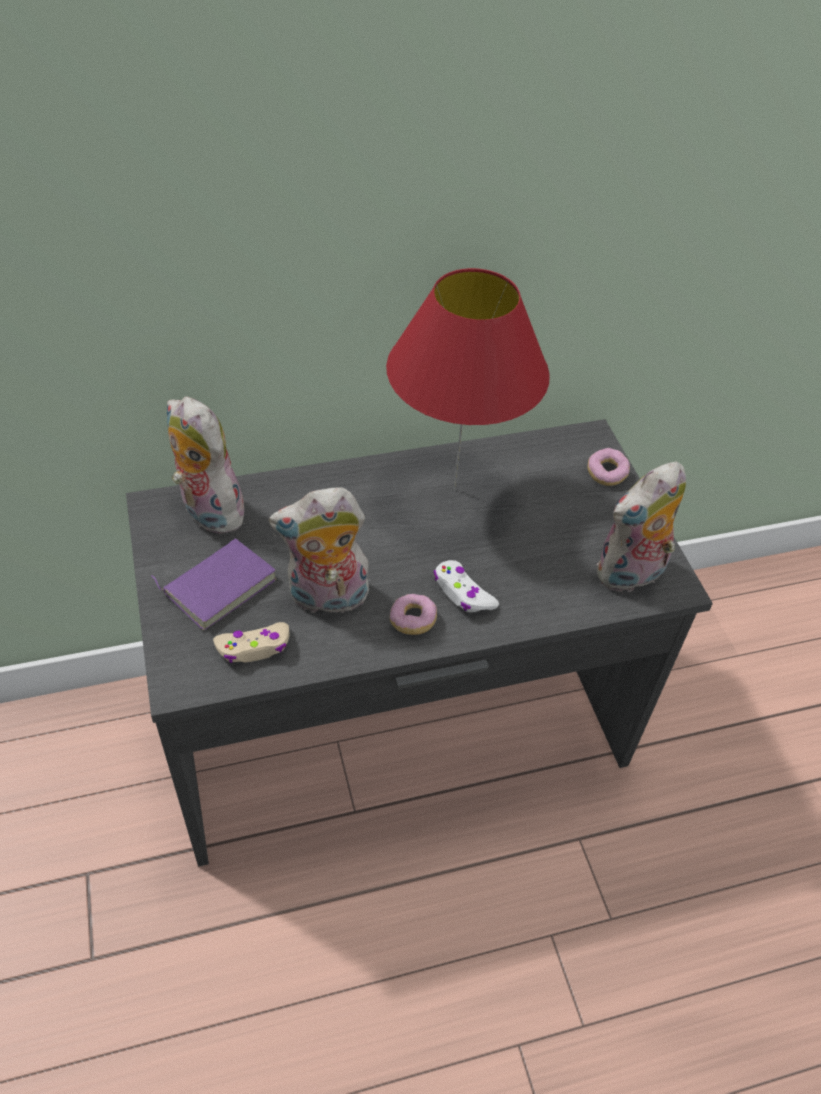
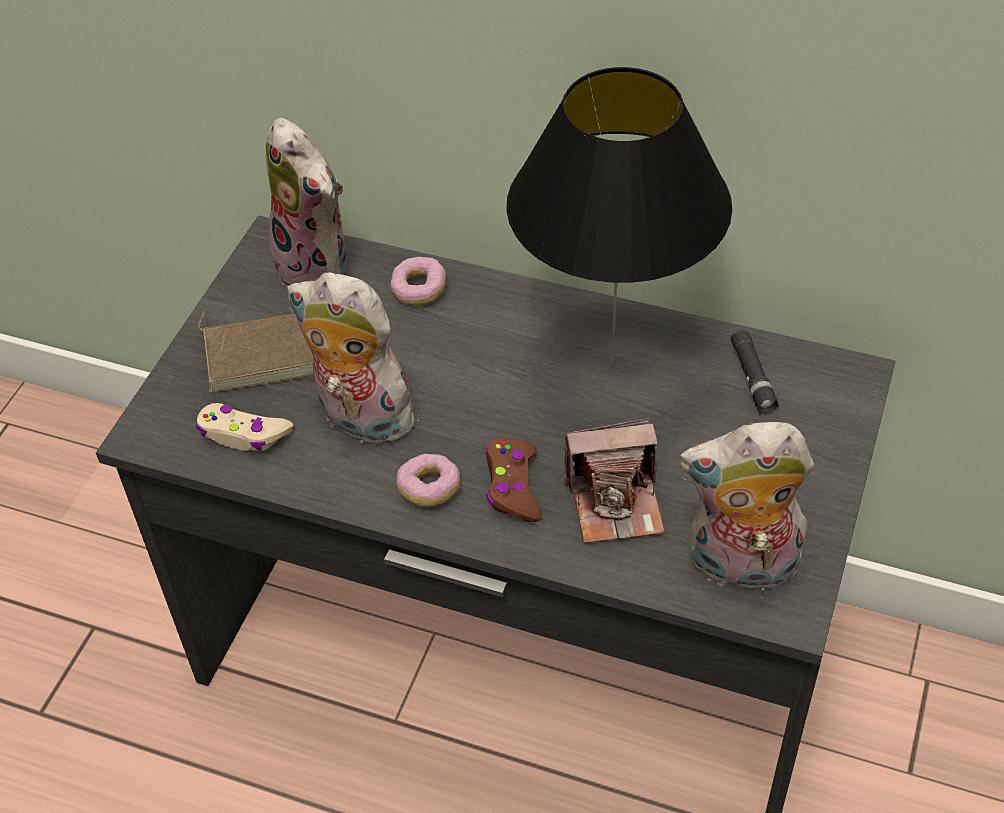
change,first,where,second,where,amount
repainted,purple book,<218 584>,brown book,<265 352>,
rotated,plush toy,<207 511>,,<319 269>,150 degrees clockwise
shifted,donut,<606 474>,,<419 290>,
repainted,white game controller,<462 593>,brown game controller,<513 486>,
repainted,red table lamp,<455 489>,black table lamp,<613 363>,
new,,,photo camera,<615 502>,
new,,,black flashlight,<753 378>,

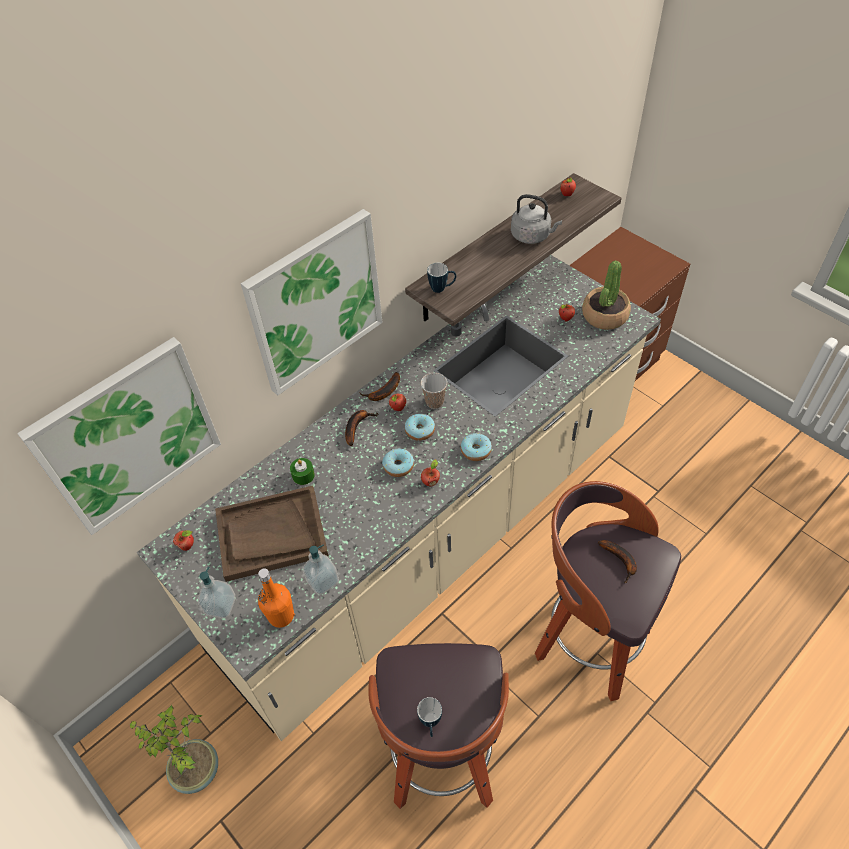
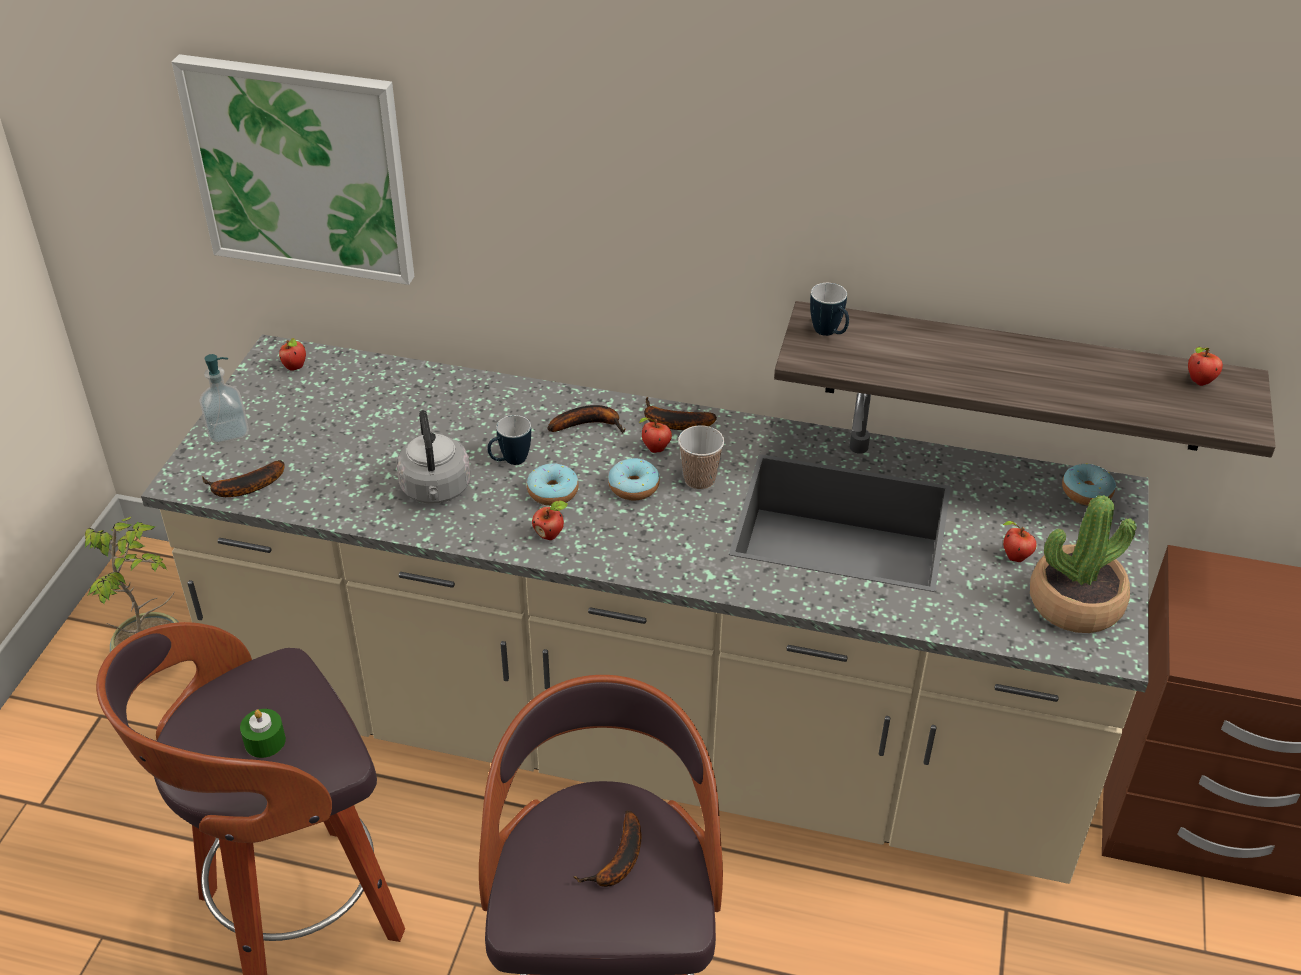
change,first,where,second,where,amount
swapped,orange bottle,<281 616>,banana,<243 488>,
shifted,green candle,<303 475>,,<265 741>,
shifted,grey kettle,<532 236>,,<436 490>,
shifted,mug,<430 724>,,<510 461>,
shifted,donut,<476 450>,,<1086 492>,
gone,brown tray,<271 534>,,,
gone,picture,<315 302>,,,
gone,soap dispenser,<323 581>,,,

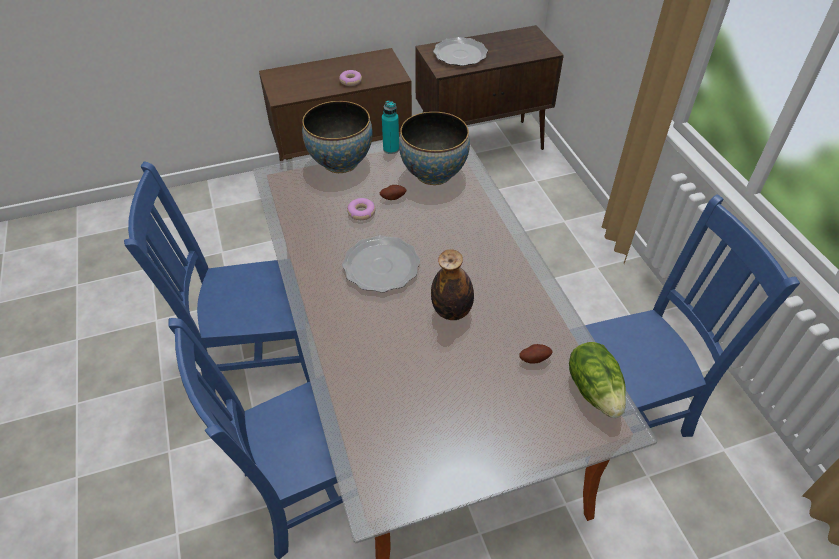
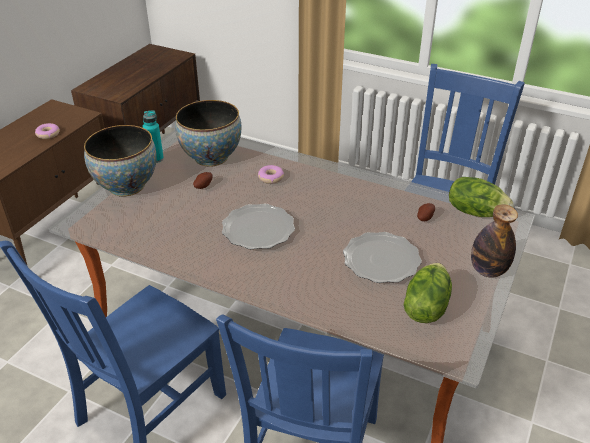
change,first,where,second,where,amount
shifted,donut,<361 212>,,<270 178>,
shifted,plate,<460 54>,,<381 260>,
new,,,lettuce,<425 307>,
shifted,bottle,<451 311>,,<488 270>,

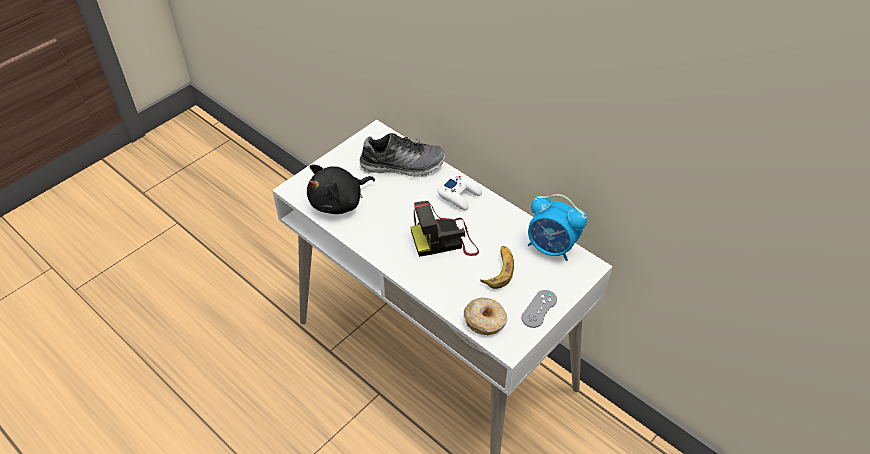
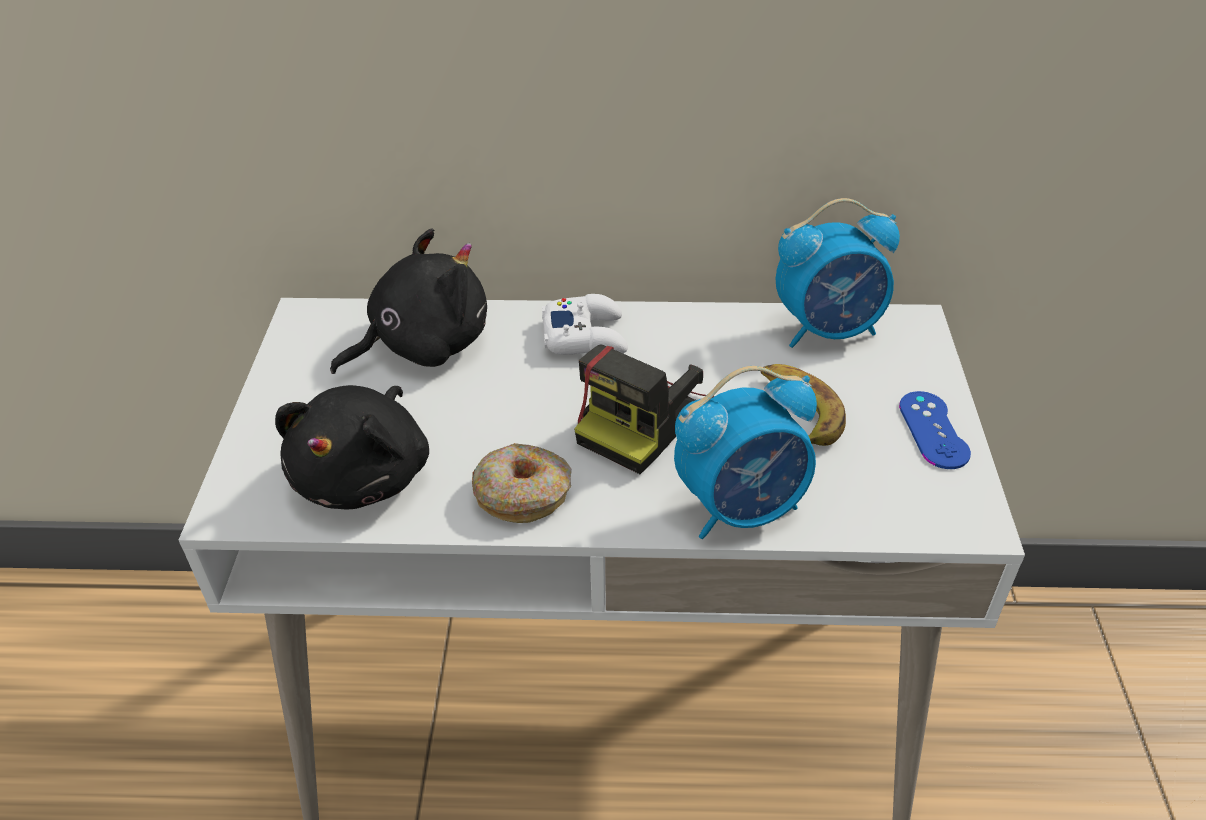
change,first,where,second,where,amount
swapped,shoe,<402 165>,black plush toy,<423 345>,
shifted,donut,<485 320>,,<523 493>,
new,,,alarm clock,<741 508>,
repainted,grey game controller,<539 309>,blue game controller,<933 430>,

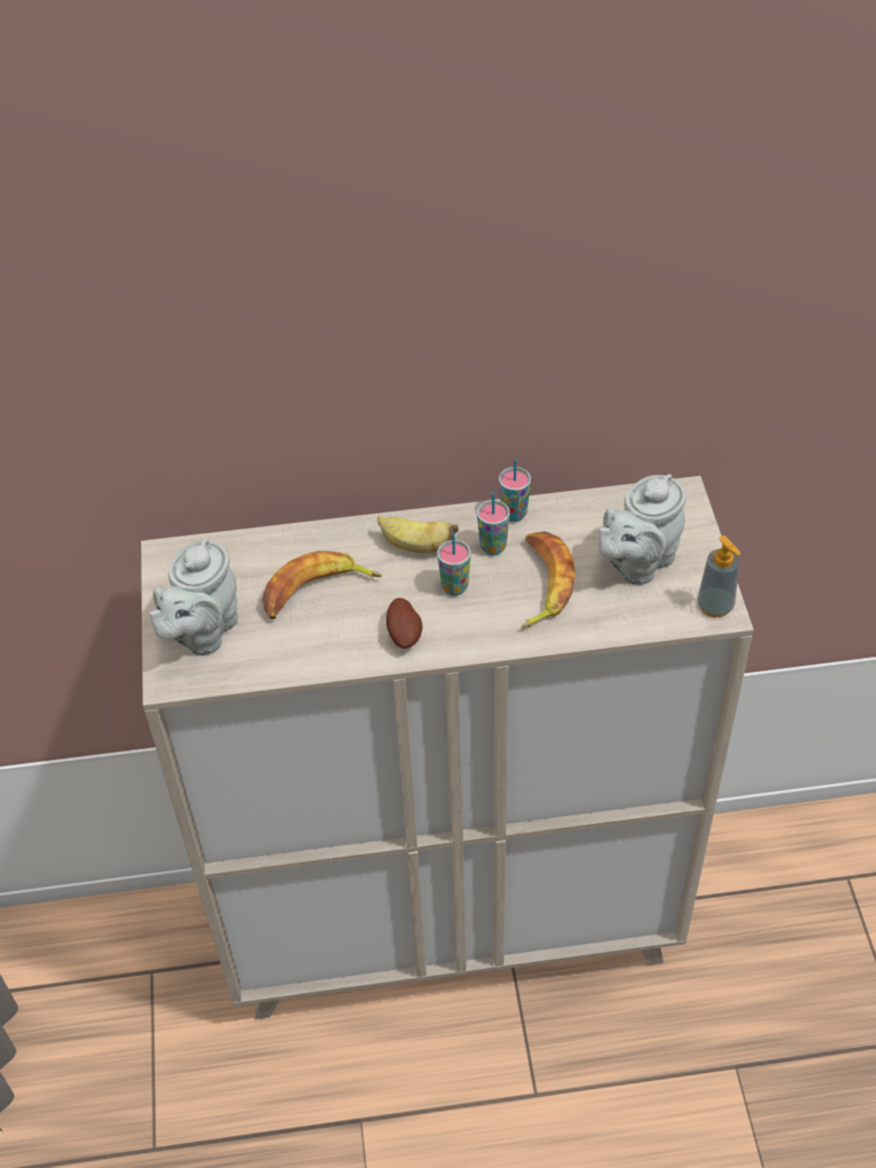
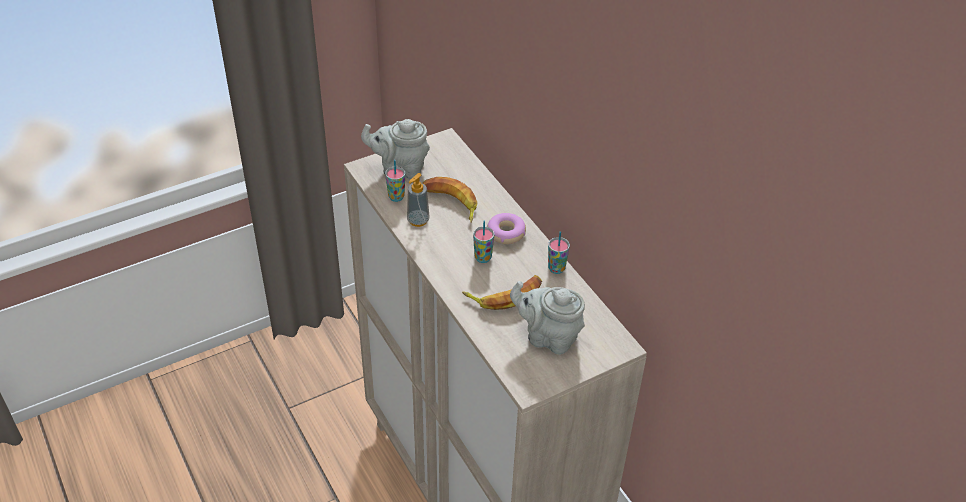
change,first,where,second,where,amount
shifted,cup,<493 547>,,<396 197>,
shifted,soap dispenser,<715 606>,,<418 220>,
swapped,banana,<416 546>,donut,<506 233>,
gone,potato,<405 634>,,,

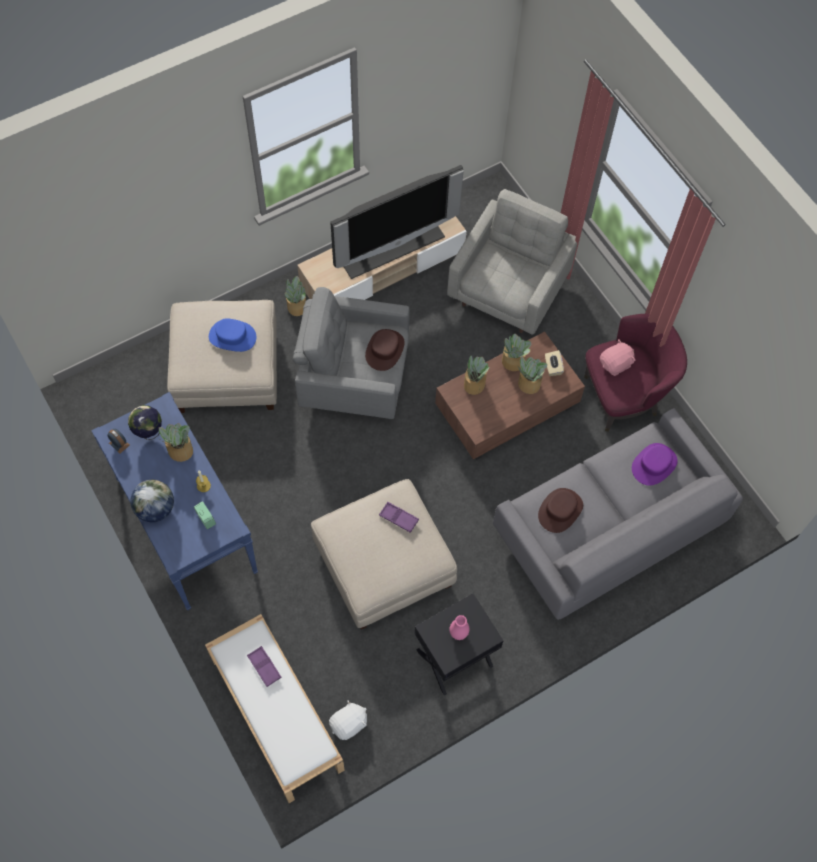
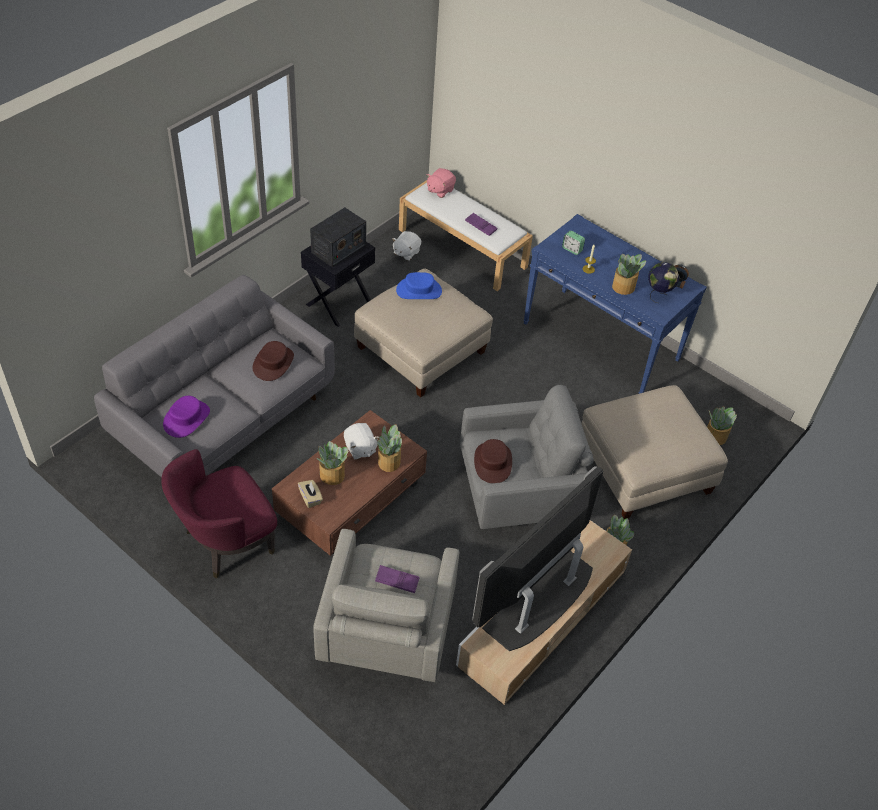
change,first,where,second,where,amount
swapped,pink vase,<458 633>,radio,<338 249>,
new,,,white plush toy,<360 449>,
shifted,purple tray,<398 518>,,<397 581>,
shifted,blue hat,<232 337>,,<419 290>,
shifted,pink plush toy,<615 364>,,<440 190>,
shifted,potted plant,<513 362>,,<714 437>,
gone,globe,<155 509>,,,

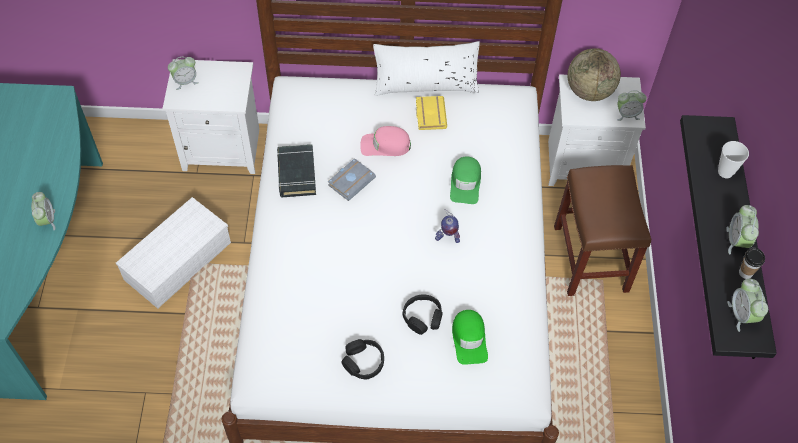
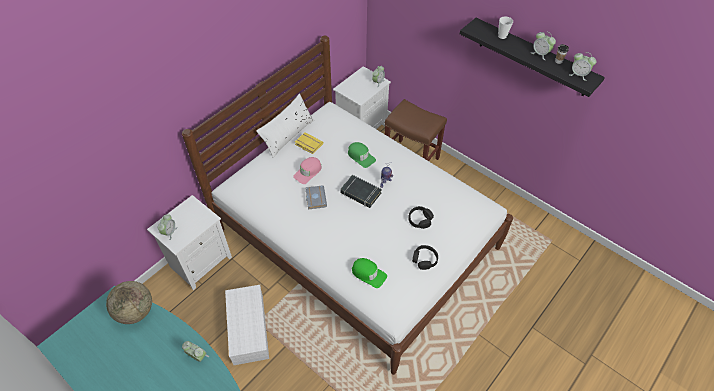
change,first,where,second,where,amount
shifted,globe,<589 91>,,<136 311>,
shifted,black book,<296 173>,,<360 193>,
shifted,green cap,<469 339>,,<368 274>,

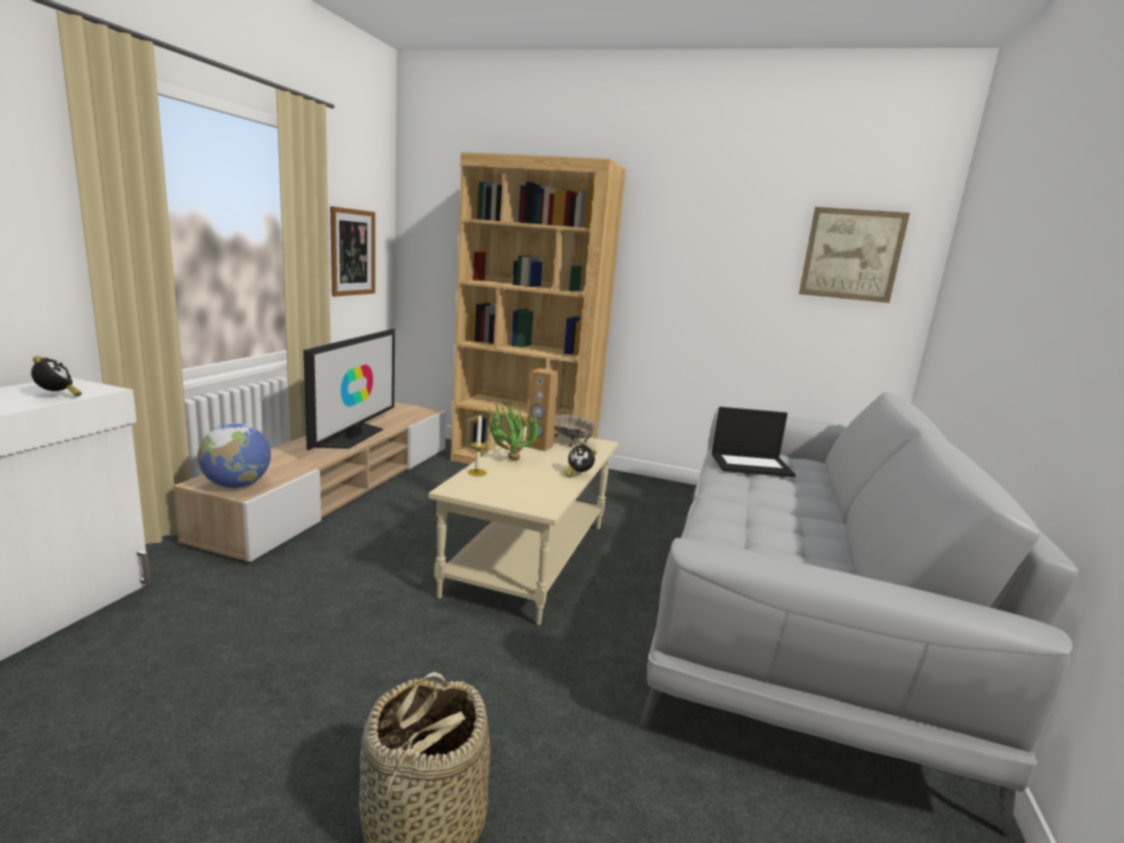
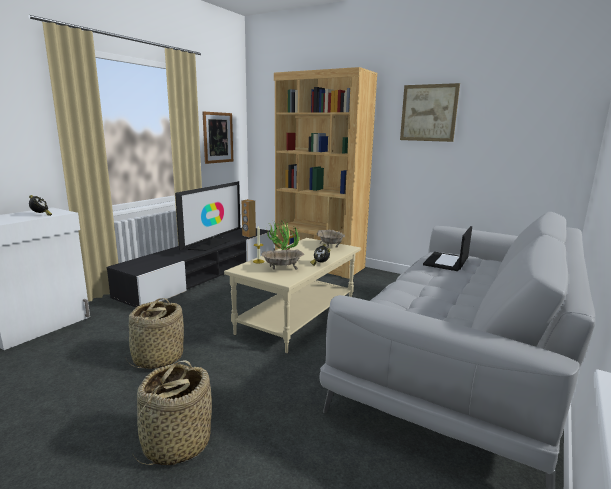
change,first,where,second,where,amount
repainted,beige tv stand,<340 488>,black tv stand,<205 274>,
new,,,basket,<158 358>,
shifted,brown speaker,<539 446>,,<248 235>,
new,,,beige bowl,<282 268>,
shifted,picture,<851 254>,,<428 113>,
rotated,laptop,<752 465>,,<446 262>,105 degrees clockwise
gone,globe,<237 485>,,,

